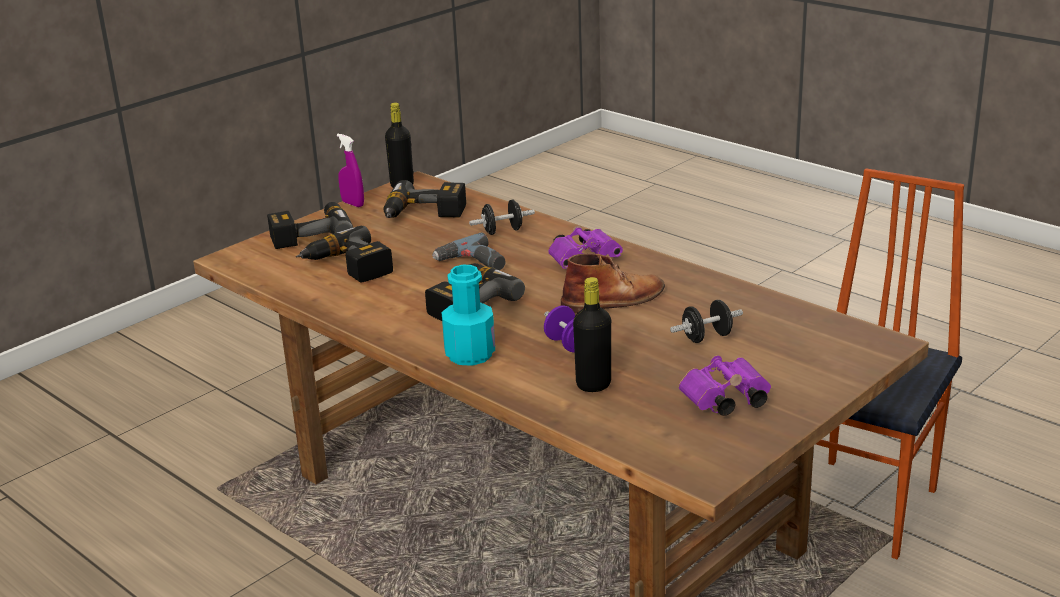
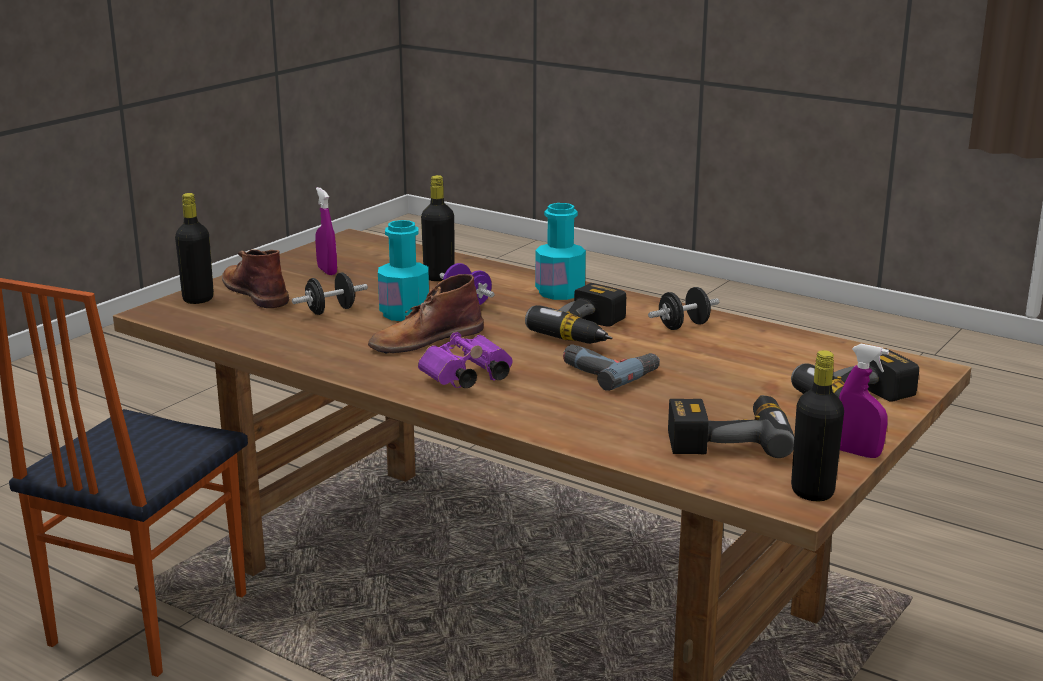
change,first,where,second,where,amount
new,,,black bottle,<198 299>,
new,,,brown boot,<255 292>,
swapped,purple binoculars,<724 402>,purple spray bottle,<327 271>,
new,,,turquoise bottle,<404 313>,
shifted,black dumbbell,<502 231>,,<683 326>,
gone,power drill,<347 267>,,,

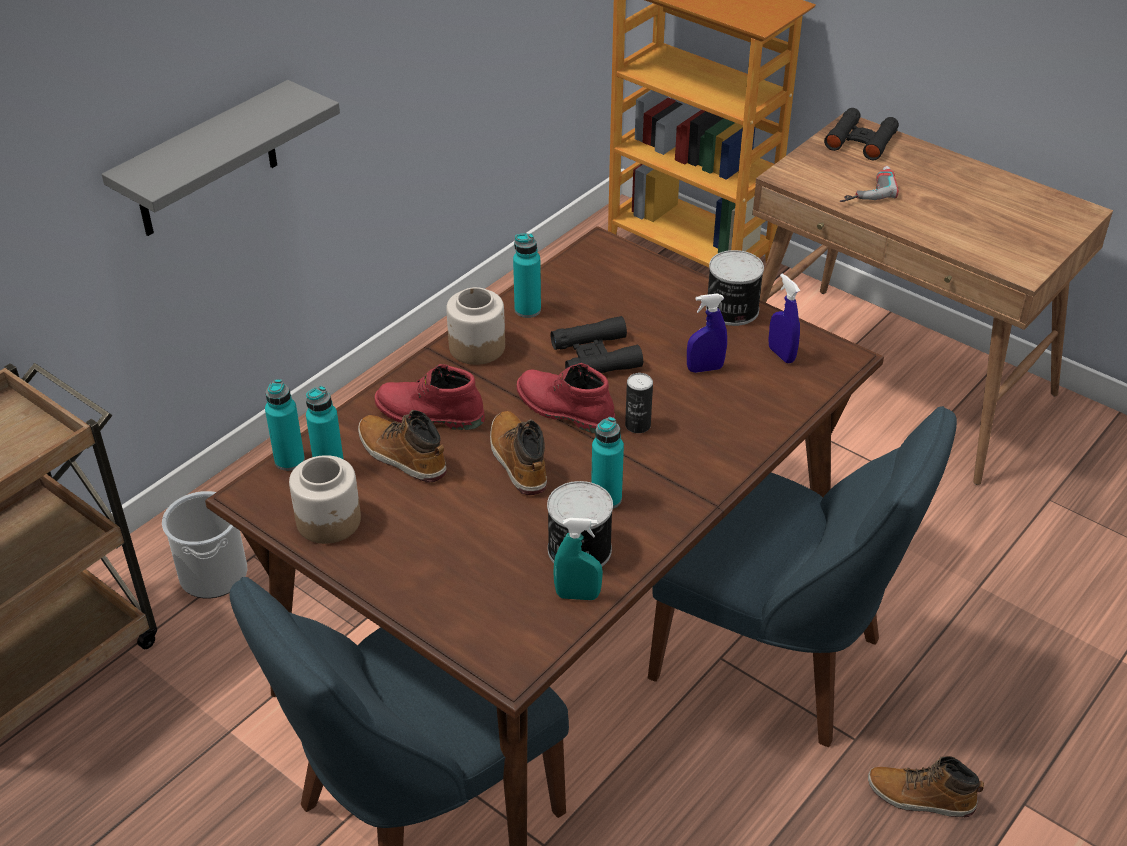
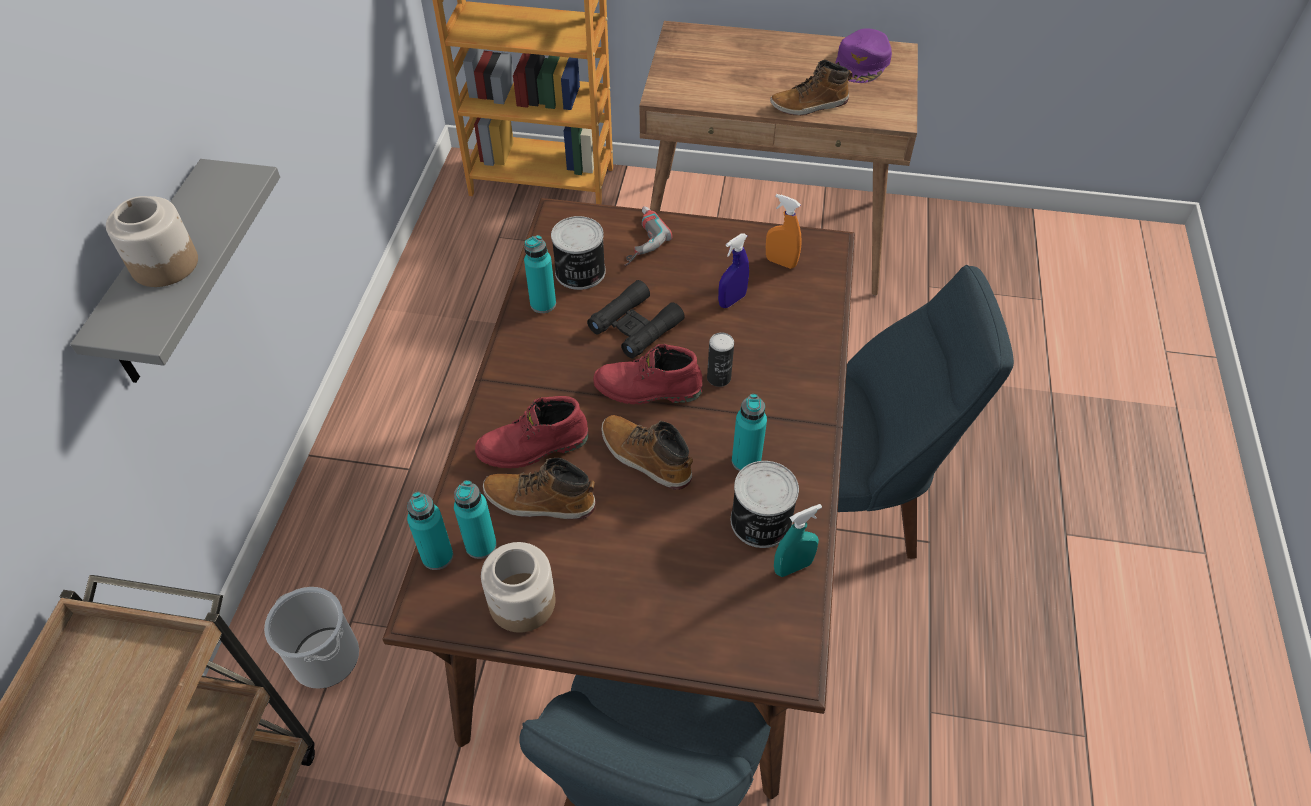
change,first,where,second,where,amount
shifted,jar,<477 347>,,<164 264>,
shifted,can,<731 310>,,<580 272>,
shifted,power drill,<865 189>,,<636 239>,
repainted,blue spray bottle,<781 354>,orange spray bottle,<780 262>,
shifted,boot,<920 797>,,<809 105>,
new,,,purple cap,<862 62>,
gone,black binoculars,<861 141>,,,

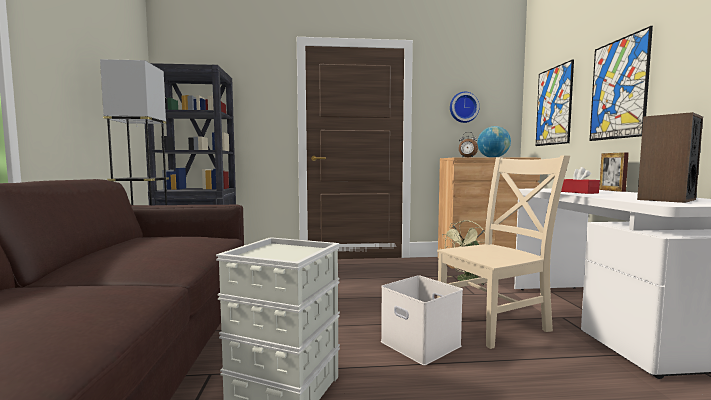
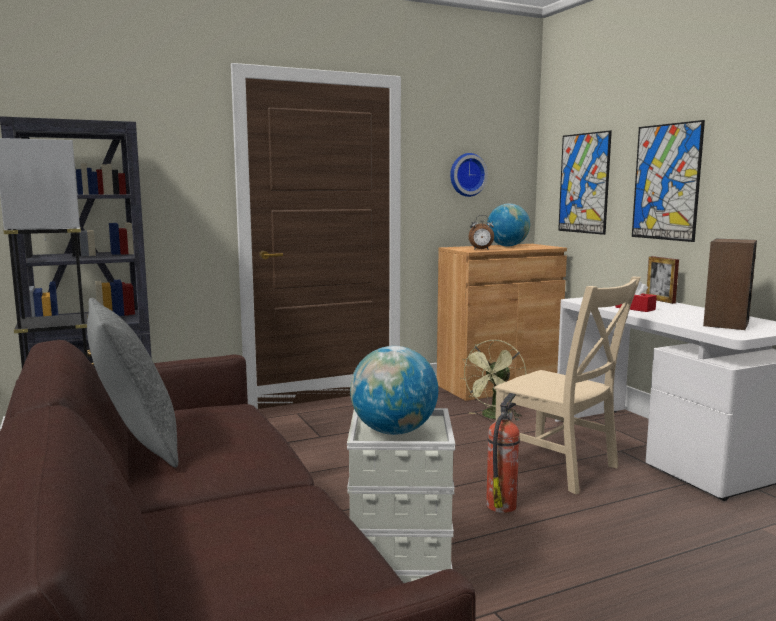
change,first,where,second,where,amount
new,,,grey pillow,<136 446>,
new,,,globe,<393 431>,
swapped,white storage box,<422 344>,fire extinguisher,<502 505>,
rotated,beige chair,<495 323>,,<560 468>,90 degrees clockwise

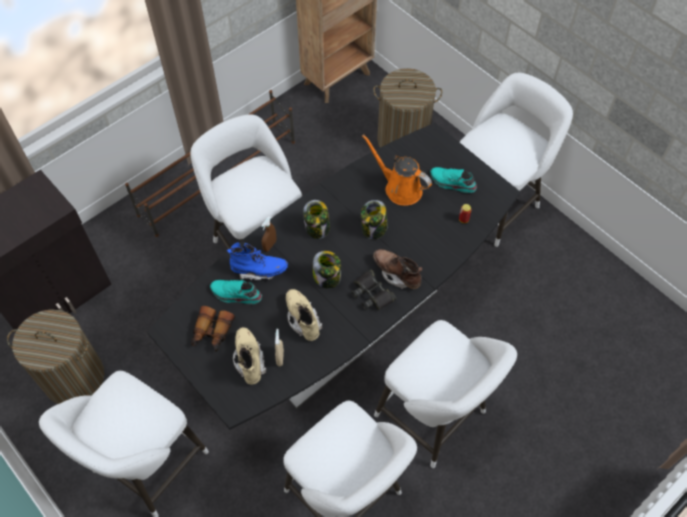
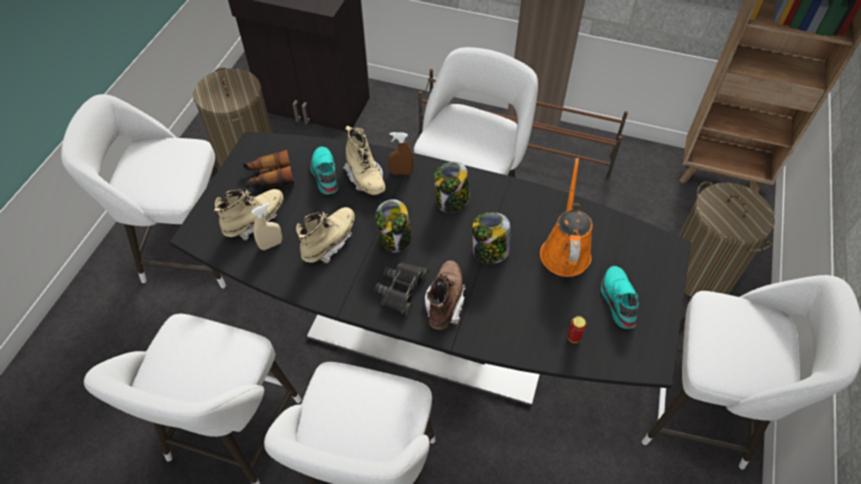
change,first,where,second,where,amount
repainted,blue boot,<259 270>,beige boot,<365 178>,

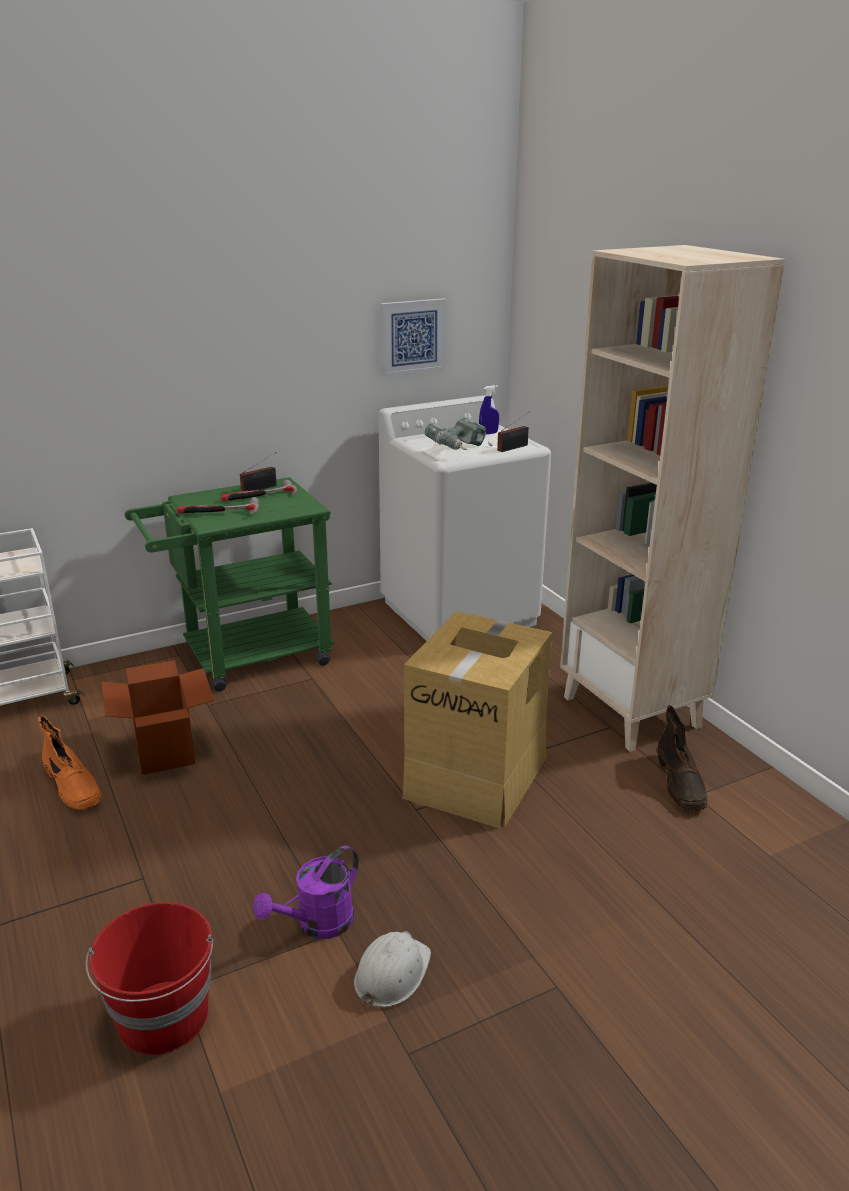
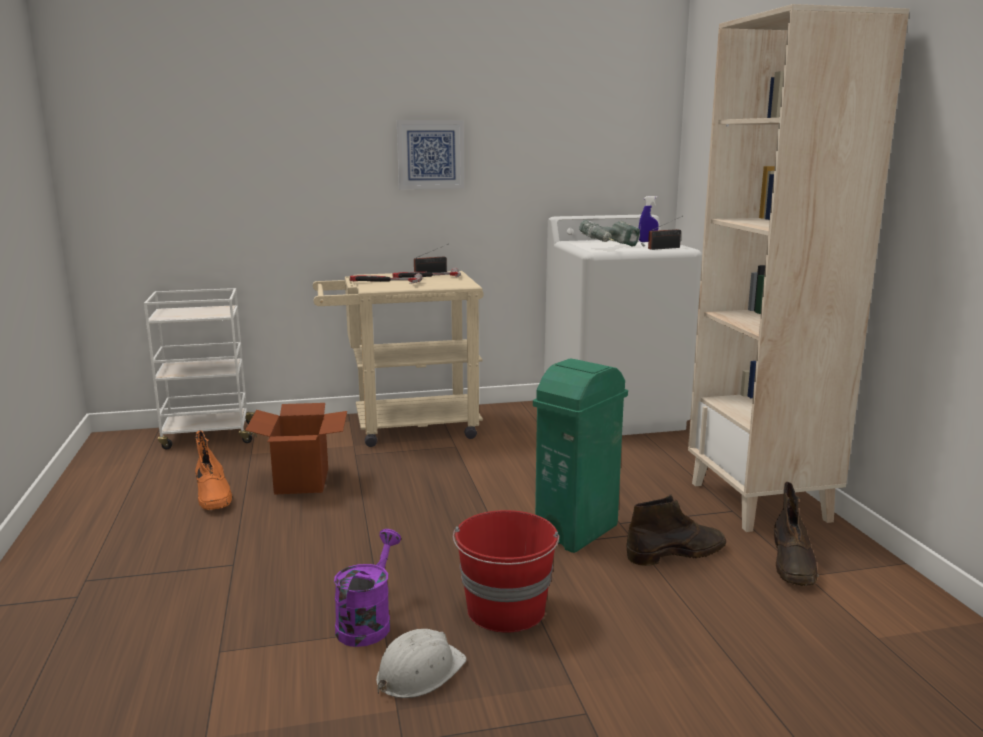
change,first,where,second,where,amount
repainted,green cart,<244 658>,beige cart,<403 427>,
rotated,purple watering can,<317 925>,,<367 622>,135 degrees clockwise
shifted,picture,<412 337>,,<430 154>,
shifted,red bucket,<163 1018>,,<506 611>,
swapped,cardboard box,<477 776>,green trash can,<578 532>,
new,,,brown boot,<677 553>,

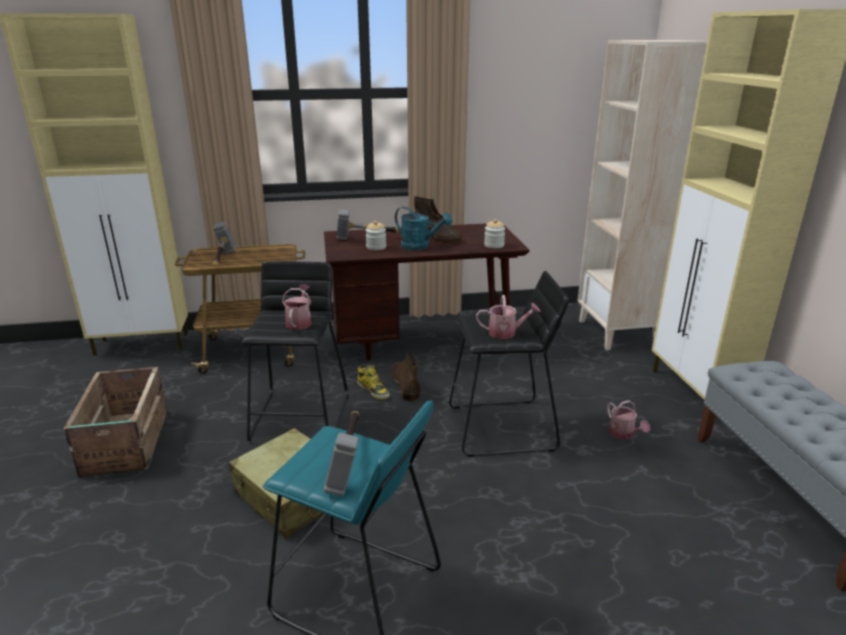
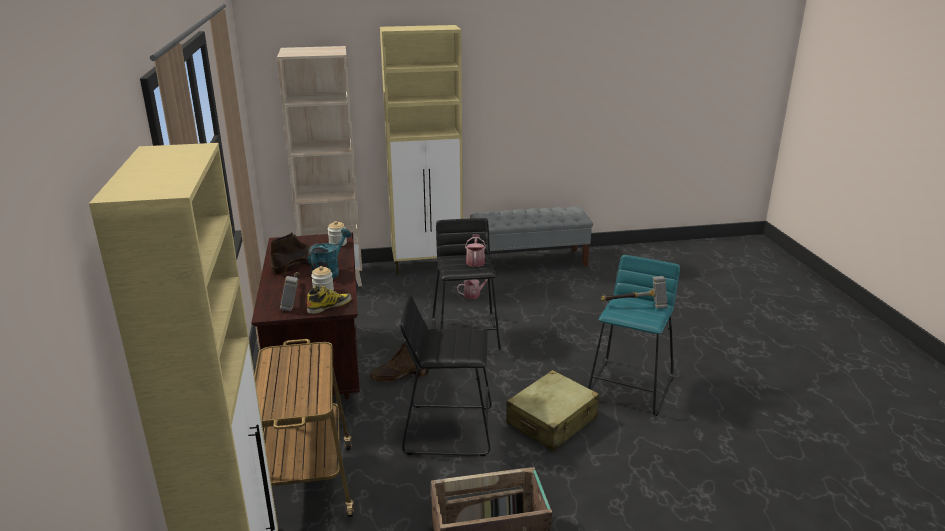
change,first,where,second,where,amount
shifted,boot,<373 390>,,<329 306>,
gone,hammer,<223 260>,,,
gone,watering can,<299 322>,,,

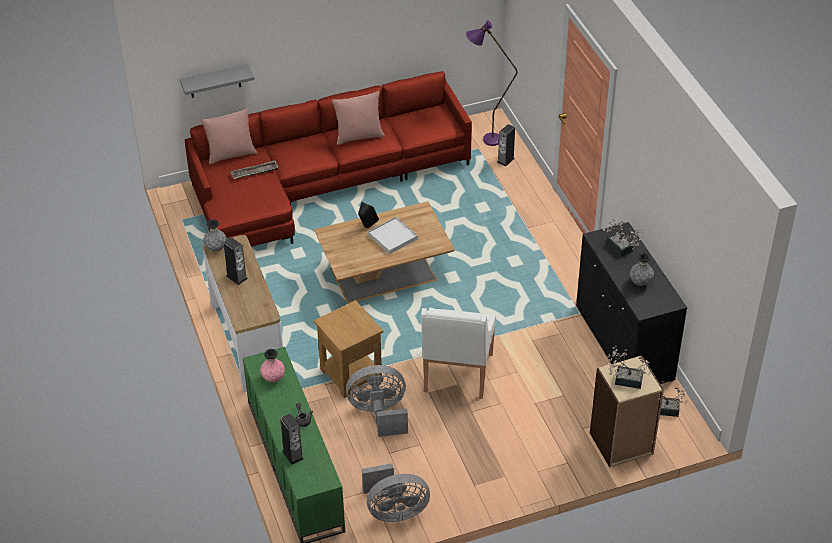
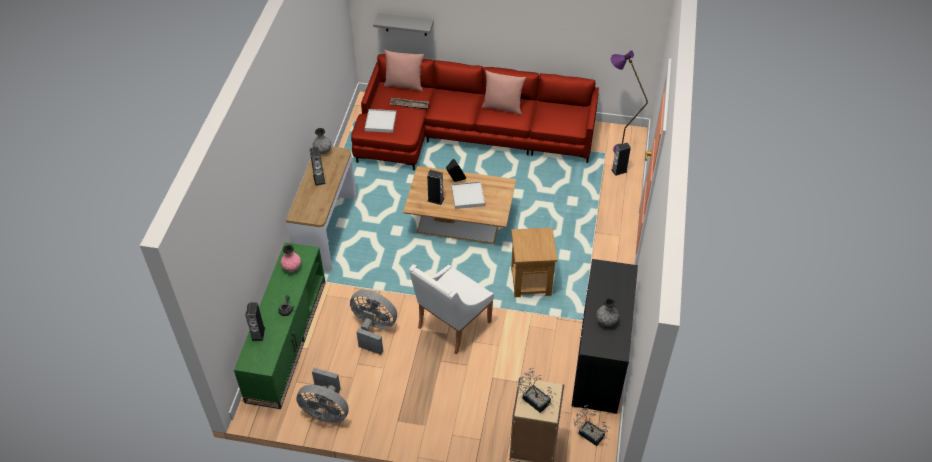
change,first,where,second,where,amount
new,,,white tray,<380 122>,
new,,,speaker,<435 199>,
shifted,brown side table,<350 374>,,<530 281>,
gone,potted plant,<621 249>,,,

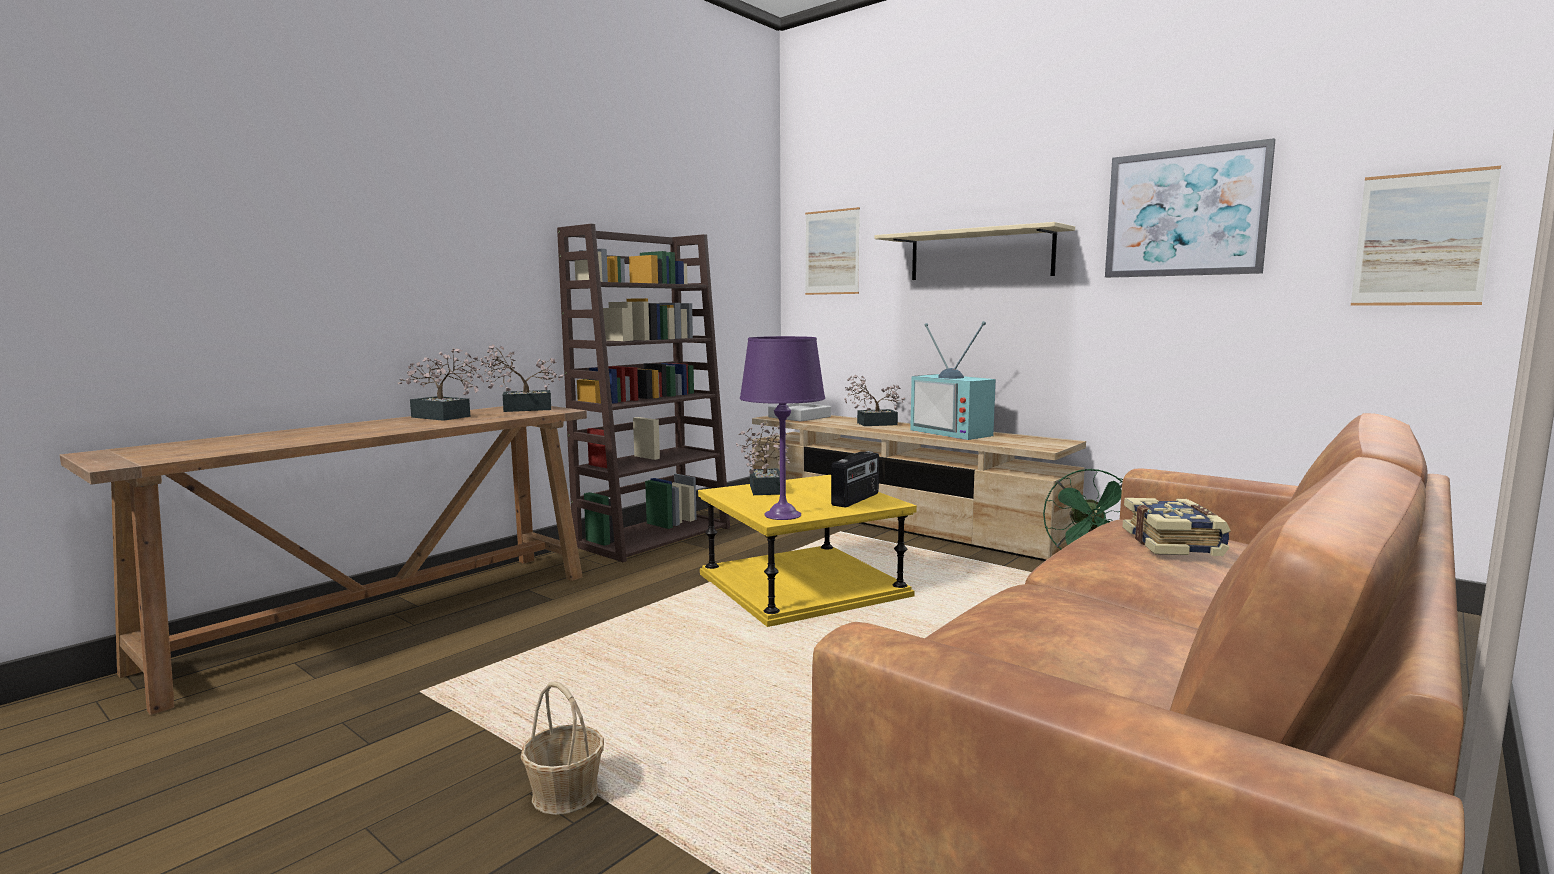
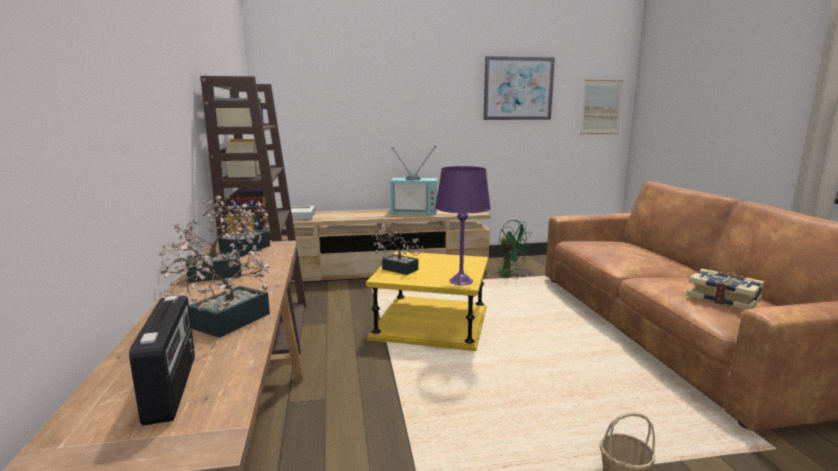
change,first,where,second,where,amount
shifted,radio,<856 499>,,<173 387>,
shifted,potted plant,<872 424>,,<223 324>,
shifted,book,<1174 543>,,<723 298>,
gone,picture,<832 252>,,,
gone,beige shelf,<980 255>,,,

